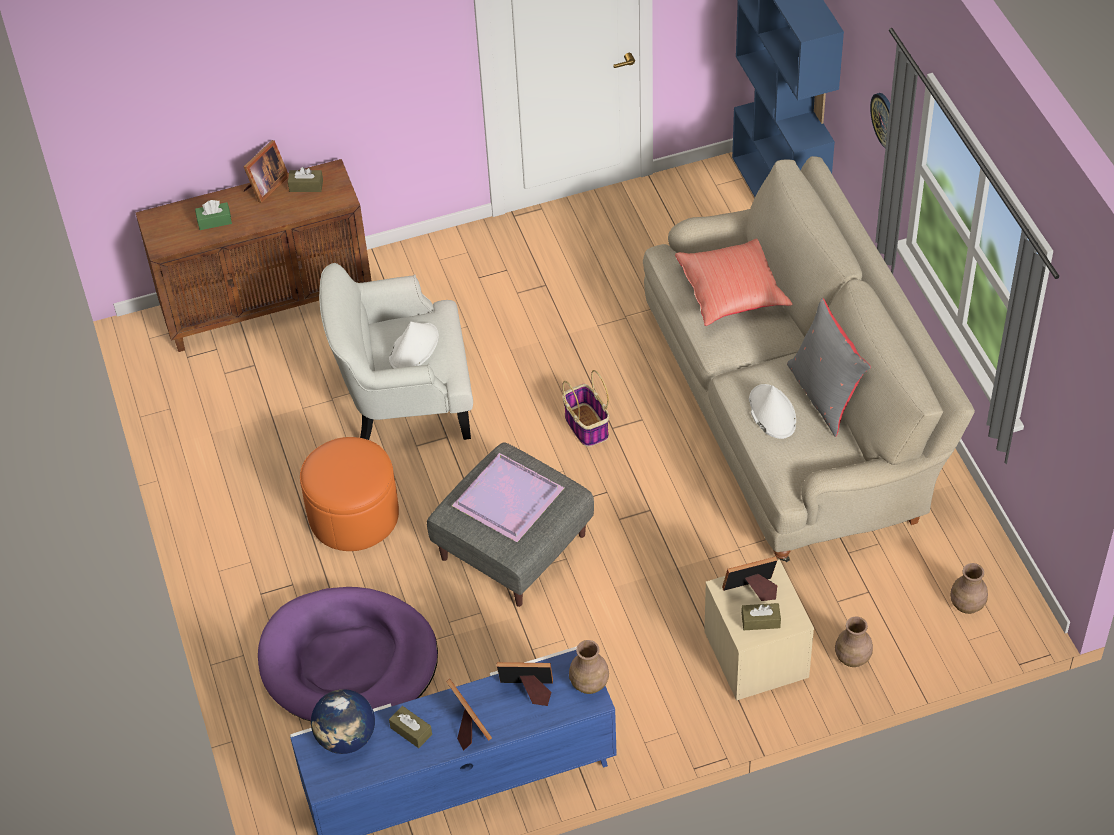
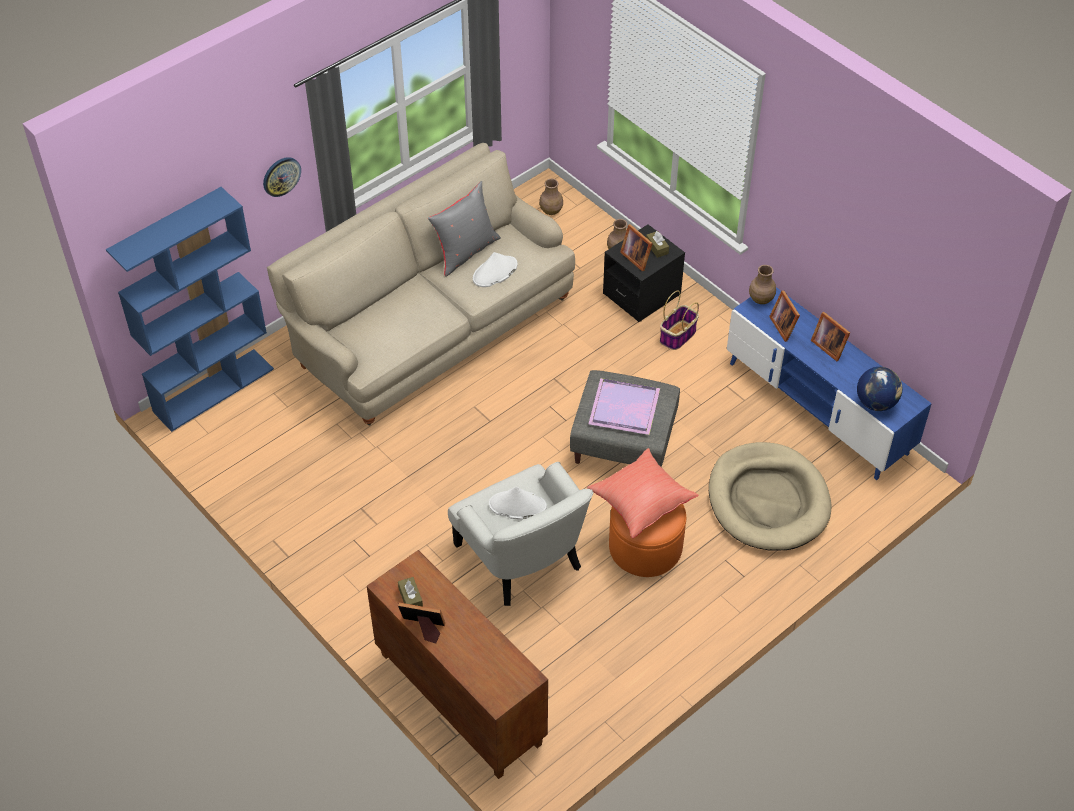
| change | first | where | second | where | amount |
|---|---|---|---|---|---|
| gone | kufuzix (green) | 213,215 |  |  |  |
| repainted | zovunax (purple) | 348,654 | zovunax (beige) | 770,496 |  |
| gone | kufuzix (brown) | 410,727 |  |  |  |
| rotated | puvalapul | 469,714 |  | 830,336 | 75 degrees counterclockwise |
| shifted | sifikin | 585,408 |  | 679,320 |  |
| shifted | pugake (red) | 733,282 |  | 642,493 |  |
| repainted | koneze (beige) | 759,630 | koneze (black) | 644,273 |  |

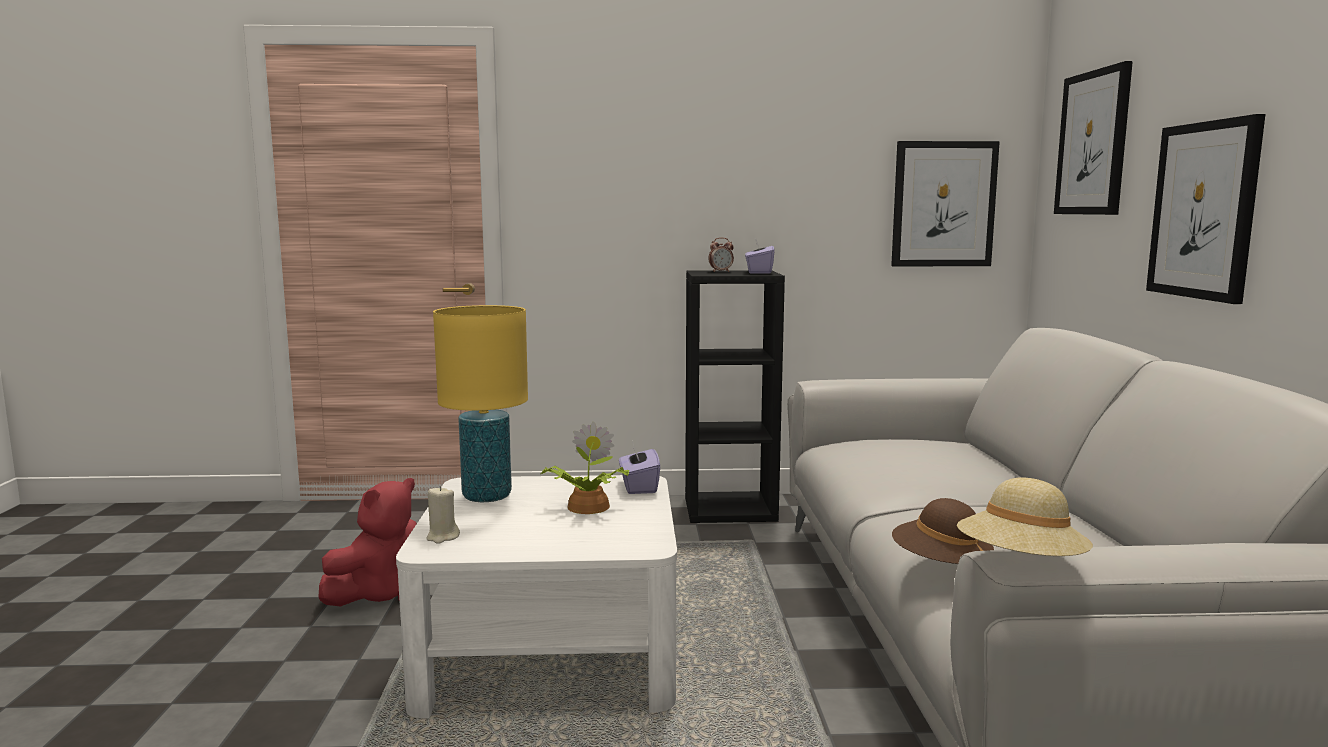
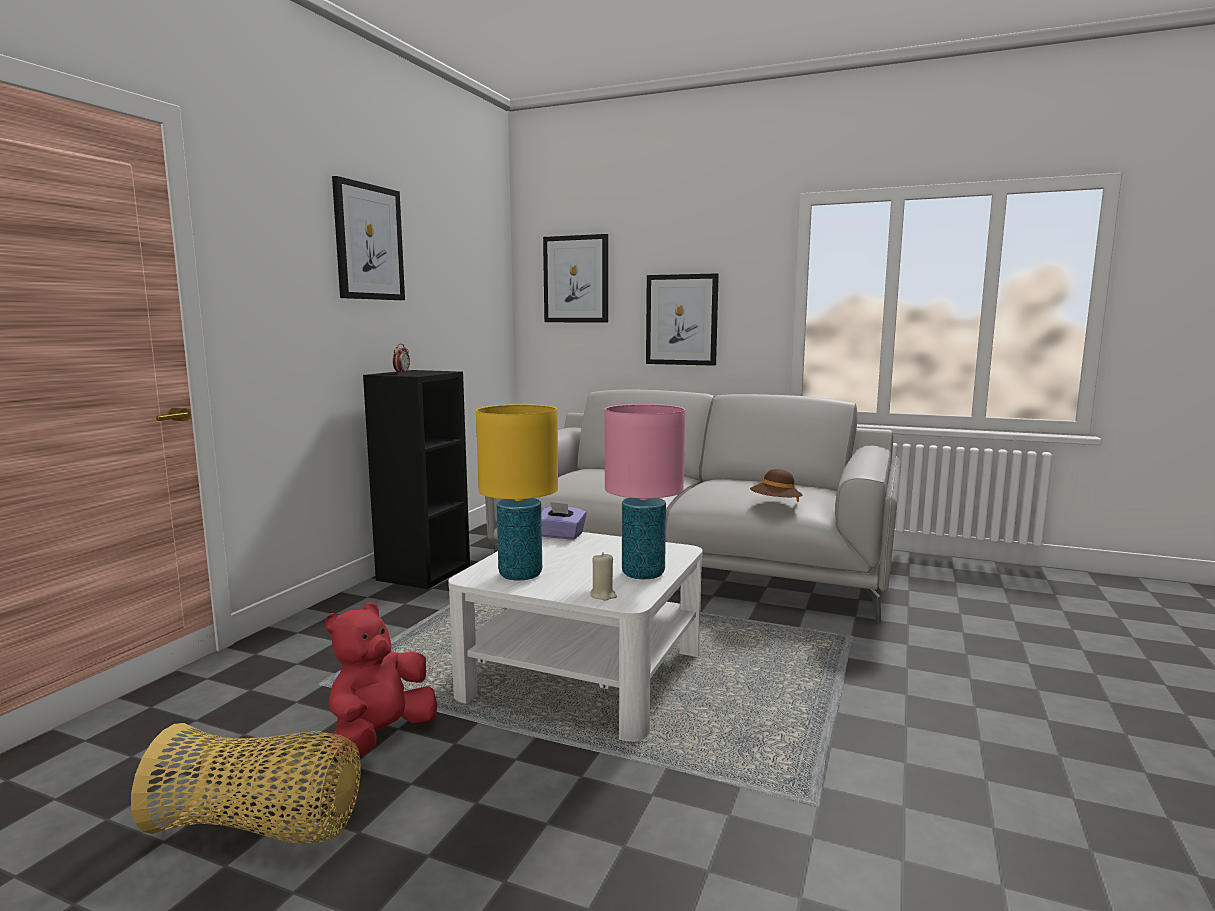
| change | first | where | second | where | amount |
|---|---|---|---|---|---|
| rotated | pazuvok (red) | 368,542 |  | 381,681 | 120 degrees counterclockwise |
| gone | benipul | 585,468 |  |  |  |
| gone | kufuzix (purple) | 760,256 |  |  |  |
| shifted | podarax | 945,203 |  | 368,238 |  |
| gone | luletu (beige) | 1025,516 |  |  |  |
| new |  |  | sifikin | 246,783 |  |
| new |  |  | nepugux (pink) | 644,491 |  |

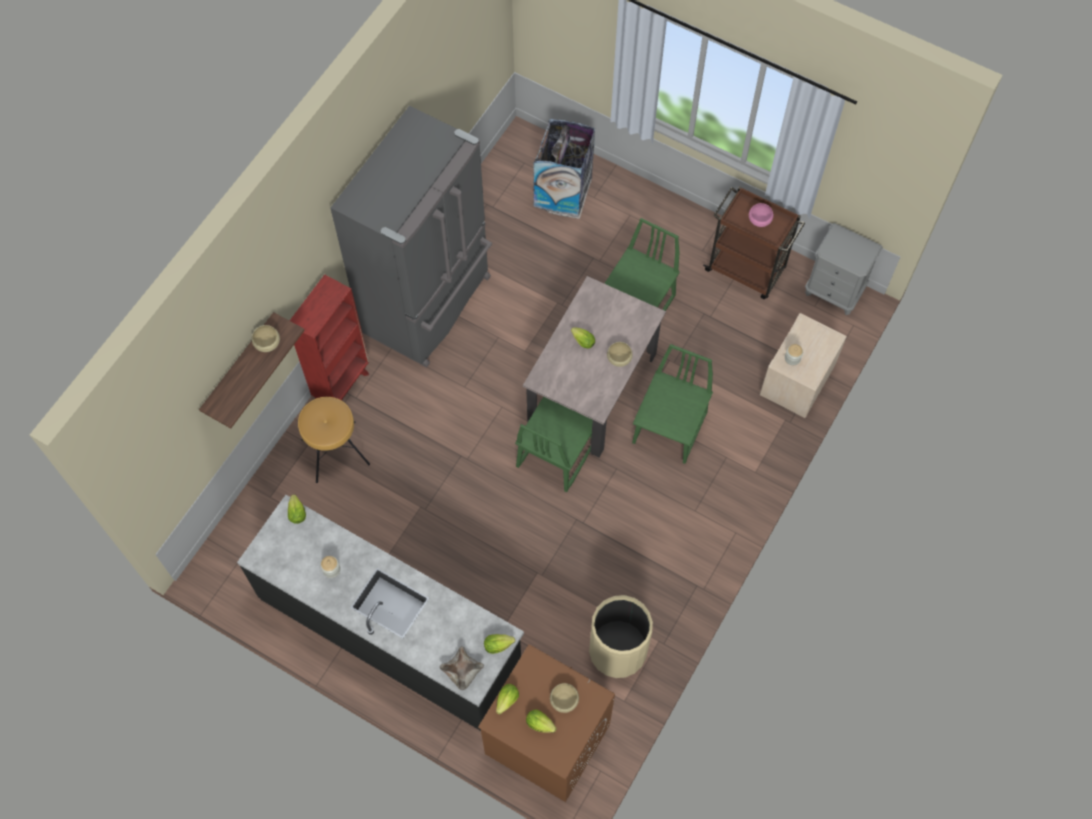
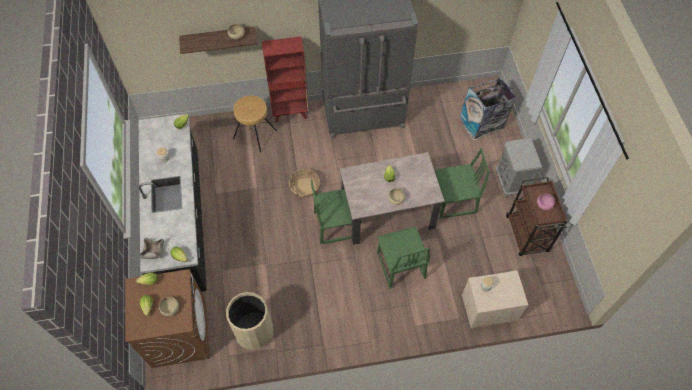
| change | first | where | second | where | amount |
|---|---|---|---|---|---|
| rotated | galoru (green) | 672,404 |  | 403,257 | 90 degrees clockwise |
| shifted | koneze (grey) | 844,269 |  | 519,168 |  |
| new |  |  | sifikin | 304,183 |  |

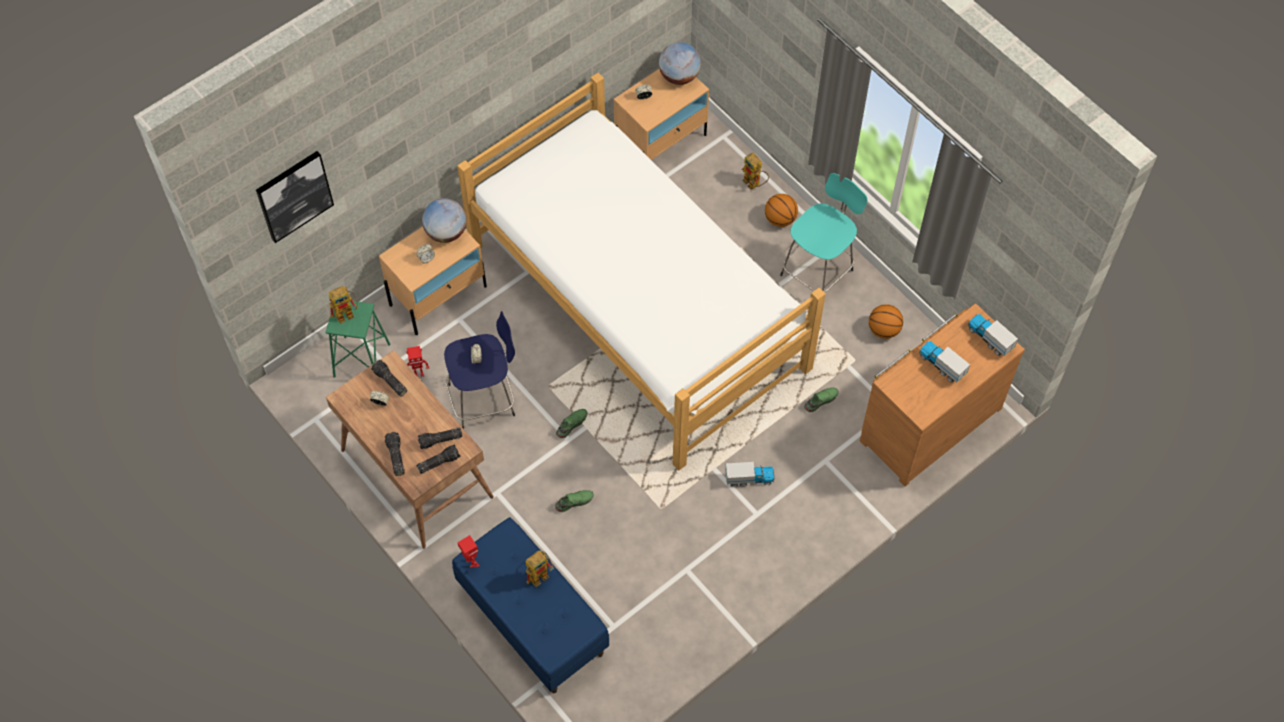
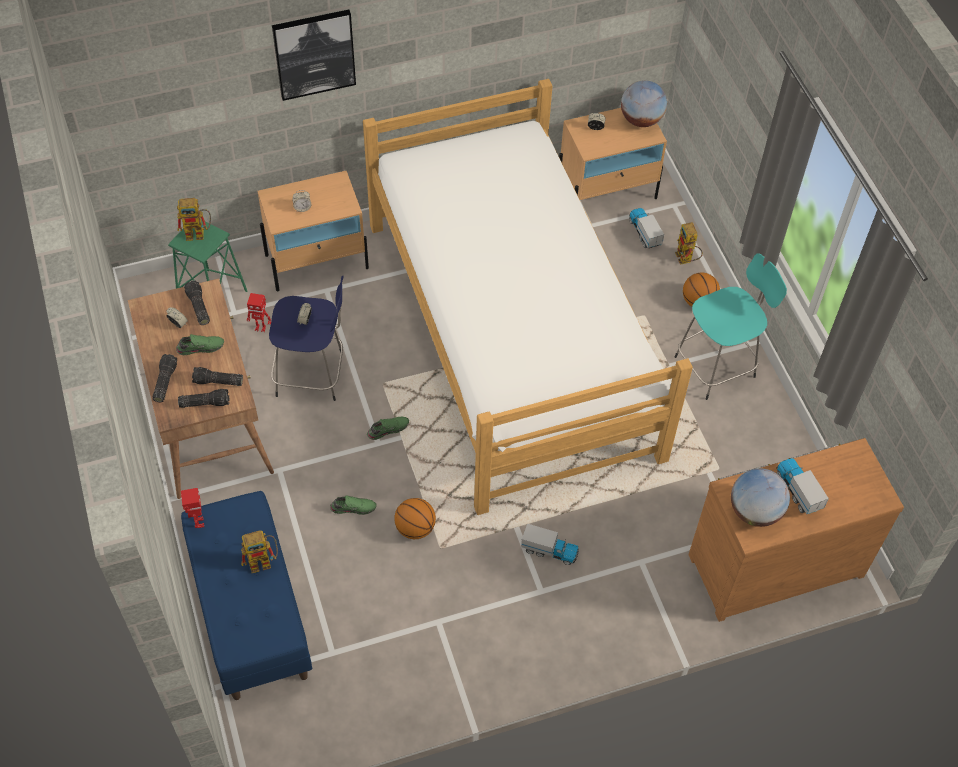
| change | first | where | second | where | amount |
|---|---|---|---|---|---|
| shifted | podarax | 295,197 |  | 314,55 |  |
| shifted | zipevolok | 444,220 |  | 760,497 |  |
| shifted | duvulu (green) | 821,400 |  | 200,344 |  |
| shifted | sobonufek | 886,321 |  | 415,518 |  |
| shifted | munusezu | 993,335 |  | 646,228 |  |

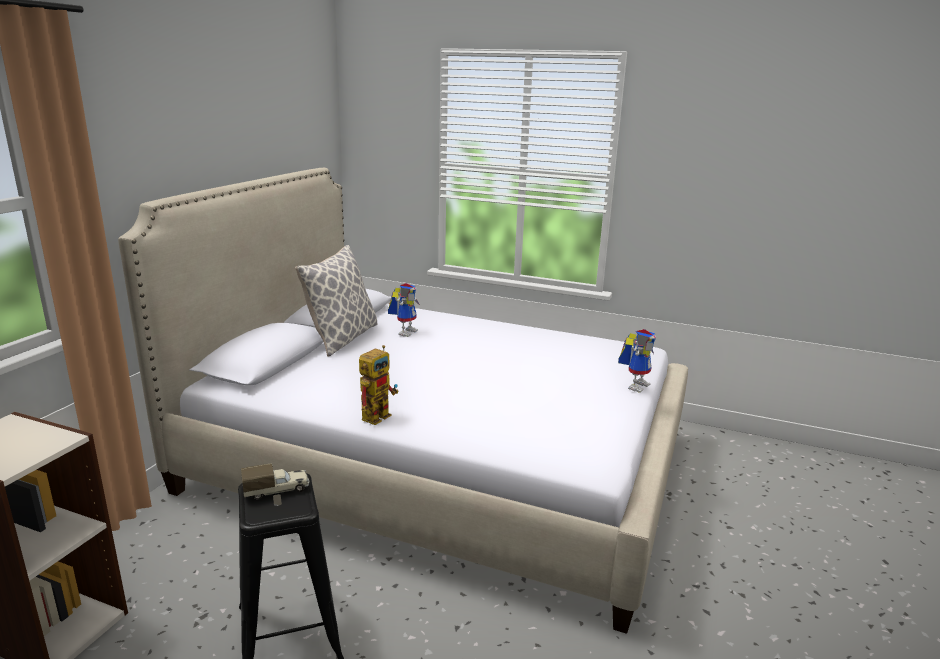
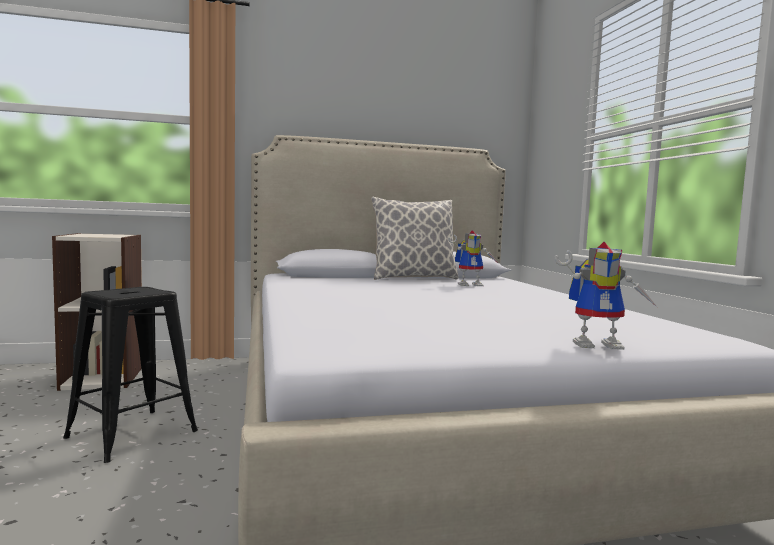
| change | first | where | second | where | amount |
|---|---|---|---|---|---|
| gone | munusezu | 275,482 |  |  |  |
| gone | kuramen | 379,385 |  |  |  |

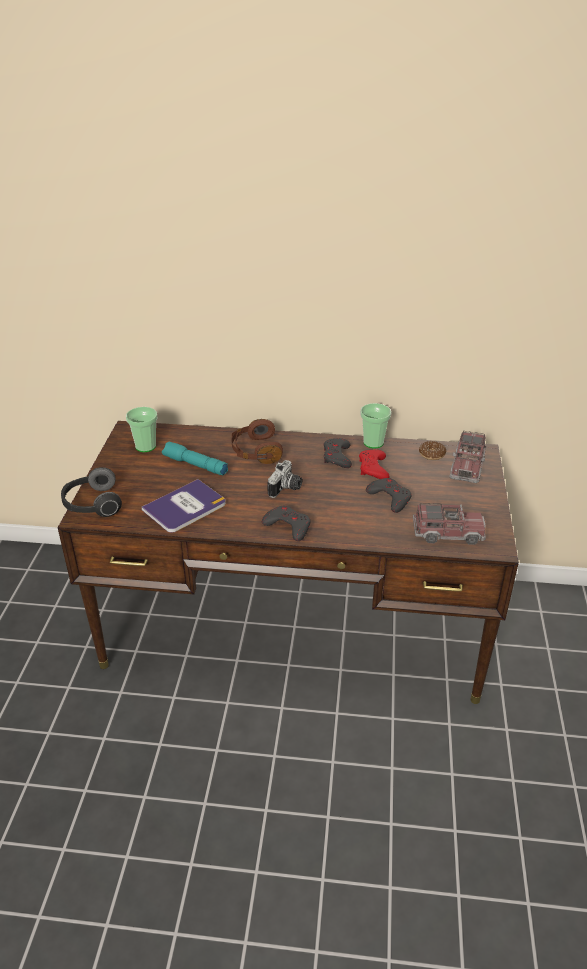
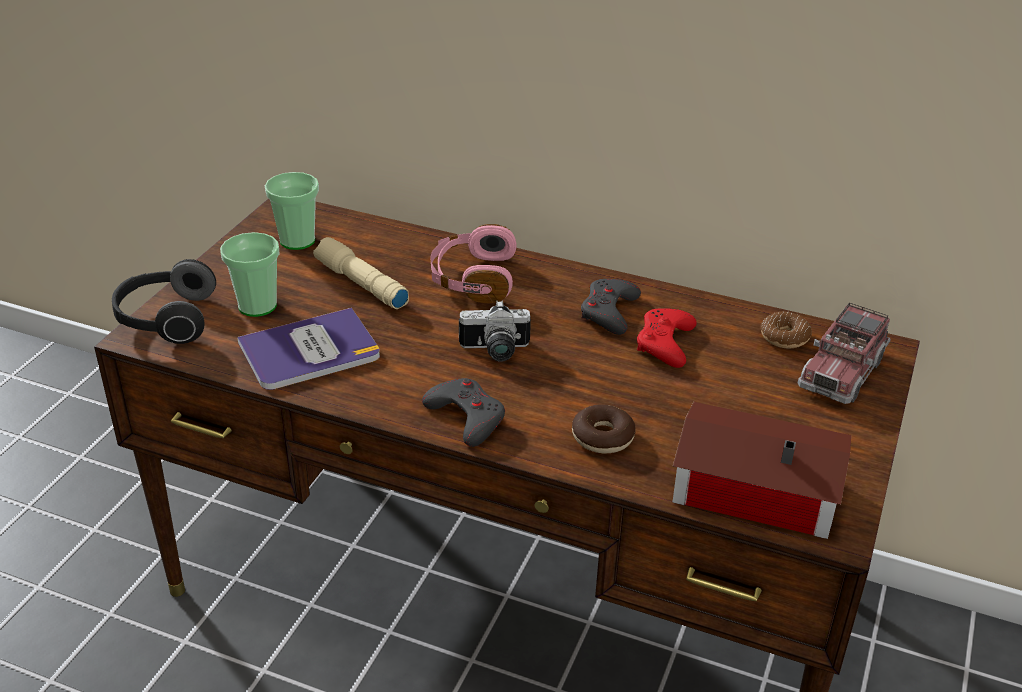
| change | first | where | second | where | amount |
|---|---|---|---|---|---|
| repainted | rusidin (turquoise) | 195,458 | rusidin (beige) | 361,273 |  |
| repainted | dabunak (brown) | 257,441 | dabunak (pink) | 473,263 |  |
| rotated | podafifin | 284,479 |  | 495,331 | 45 degrees clockwise |
| shifted | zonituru | 376,425 |  | 250,274 |  |
| gone | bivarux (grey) | 389,495 |  |  |  |
| swapped | munusezu | 449,524 | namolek | 761,470 |  |
| new |  |  | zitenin | 603,428 |  |

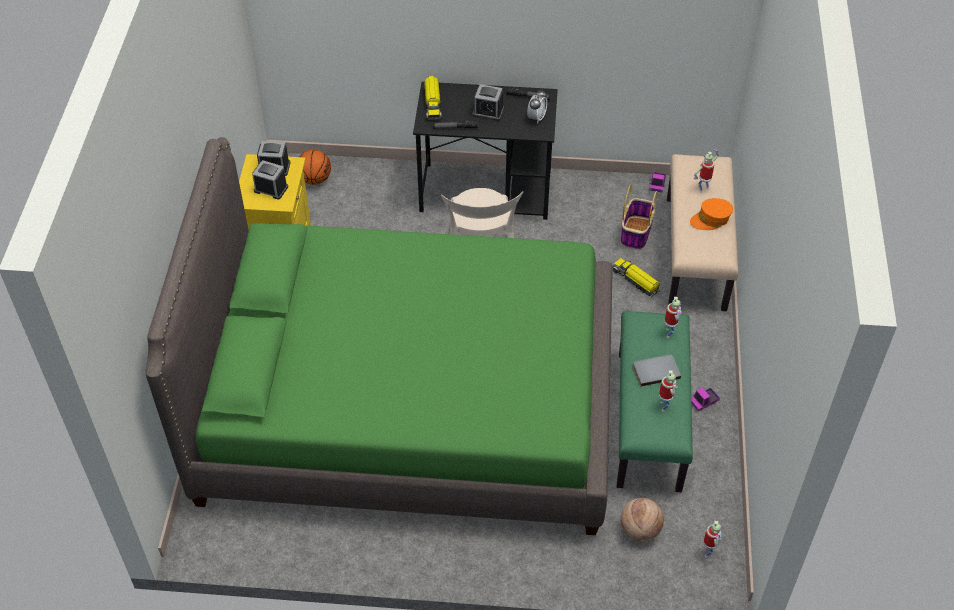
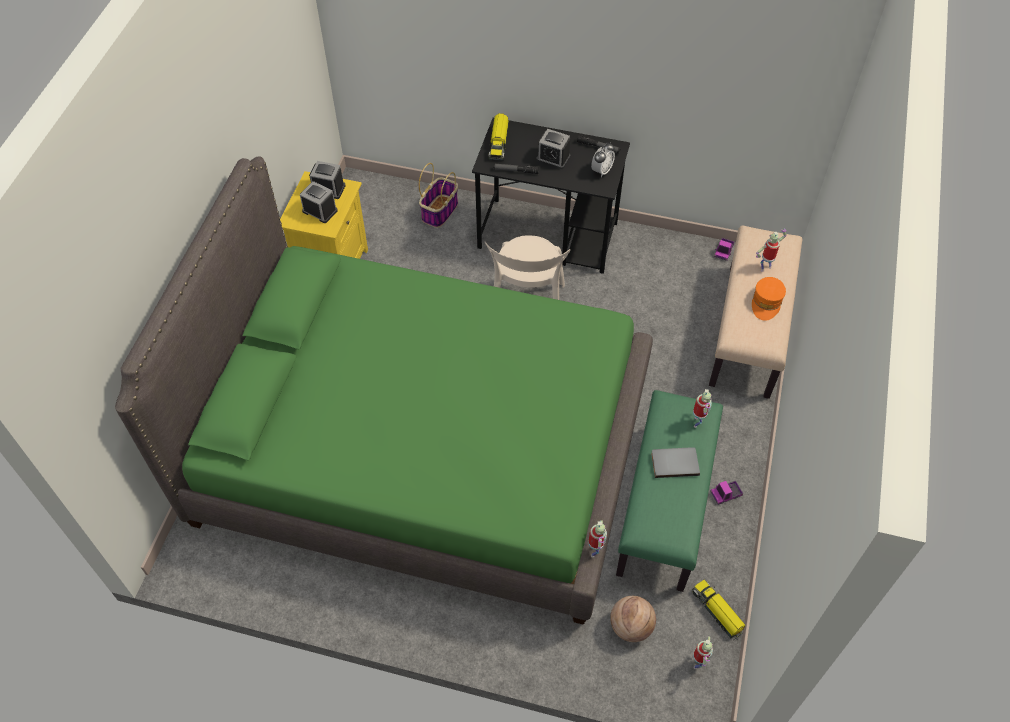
| change | first | where | second | where | amount |
|---|---|---|---|---|---|
| gone | sobonufek | 315,167 |  |  |  |
| shifted | munusezu | 636,277 |  | 719,610 |  |
| shifted | sifikin | 639,217 |  | 438,195 |  |
| shifted | kuramen | 668,391 |  | 597,539 |  |
| rotated | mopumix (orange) | 711,214 |  | 769,299 | 60 degrees counterclockwise |

